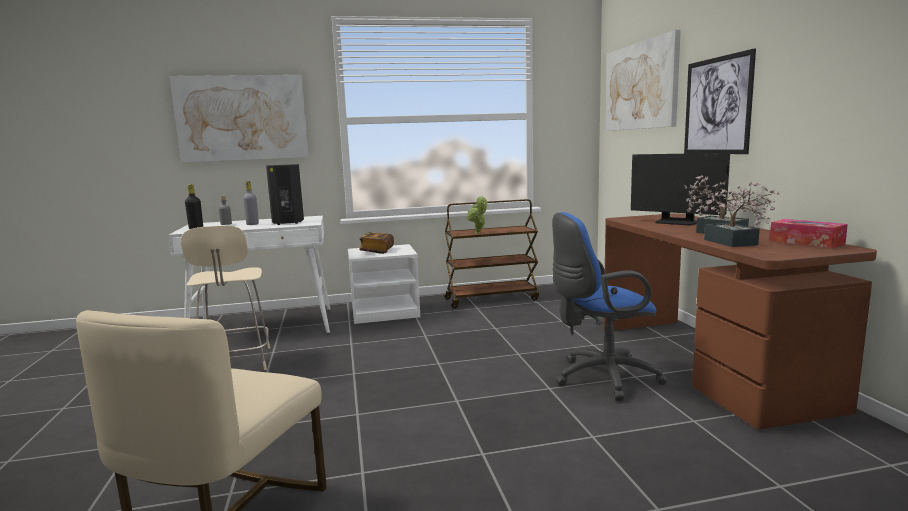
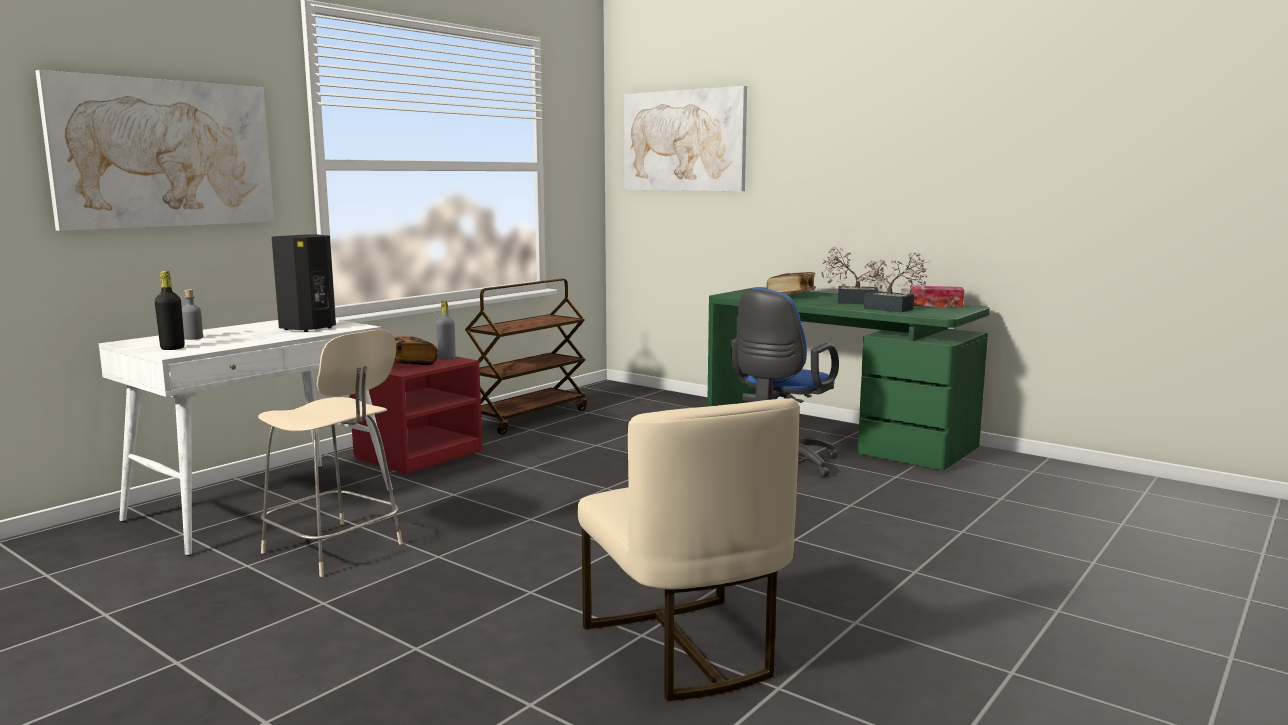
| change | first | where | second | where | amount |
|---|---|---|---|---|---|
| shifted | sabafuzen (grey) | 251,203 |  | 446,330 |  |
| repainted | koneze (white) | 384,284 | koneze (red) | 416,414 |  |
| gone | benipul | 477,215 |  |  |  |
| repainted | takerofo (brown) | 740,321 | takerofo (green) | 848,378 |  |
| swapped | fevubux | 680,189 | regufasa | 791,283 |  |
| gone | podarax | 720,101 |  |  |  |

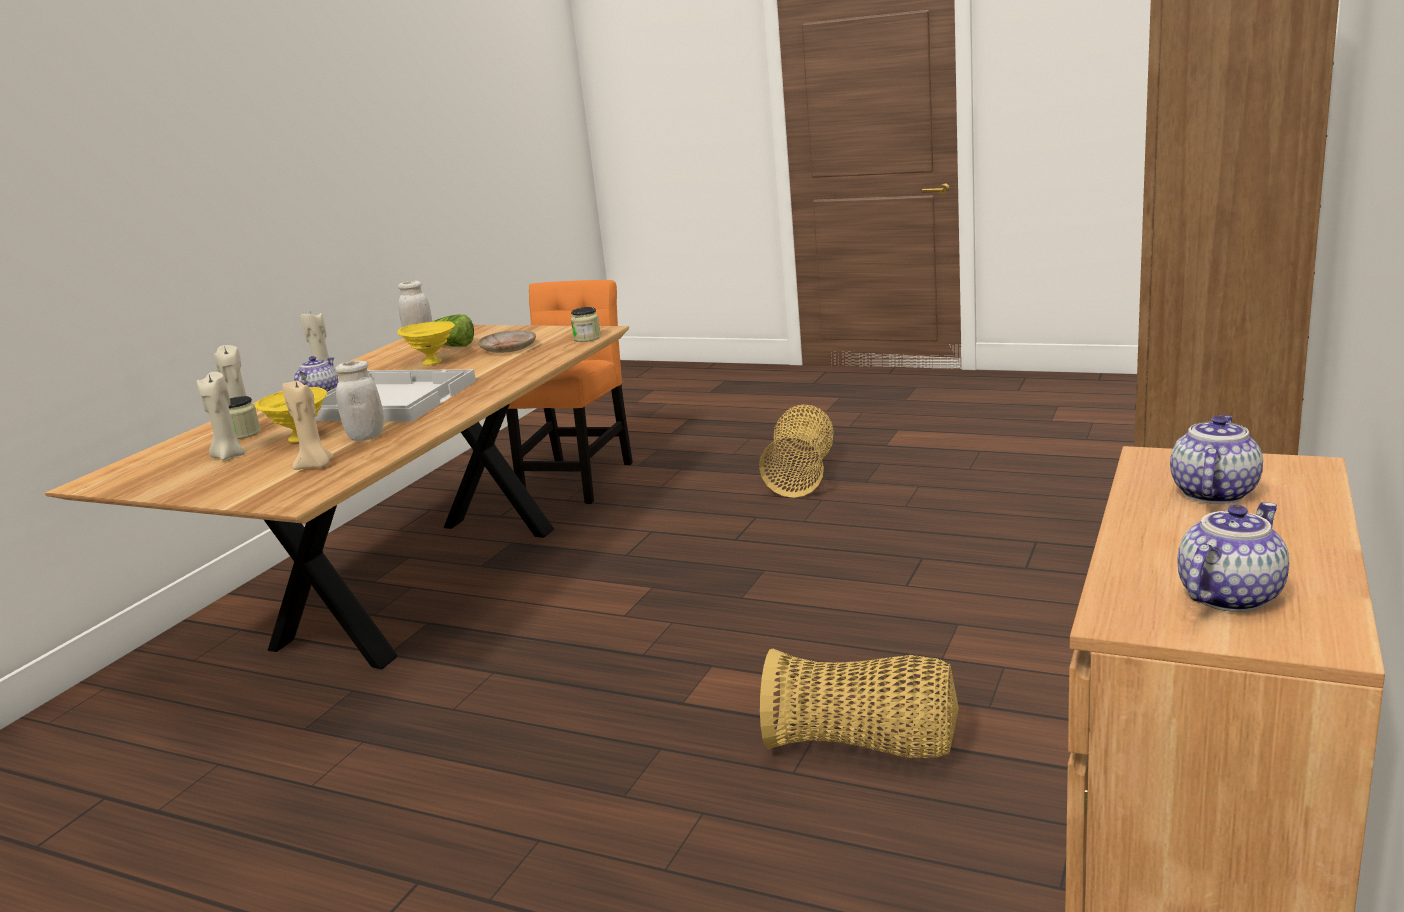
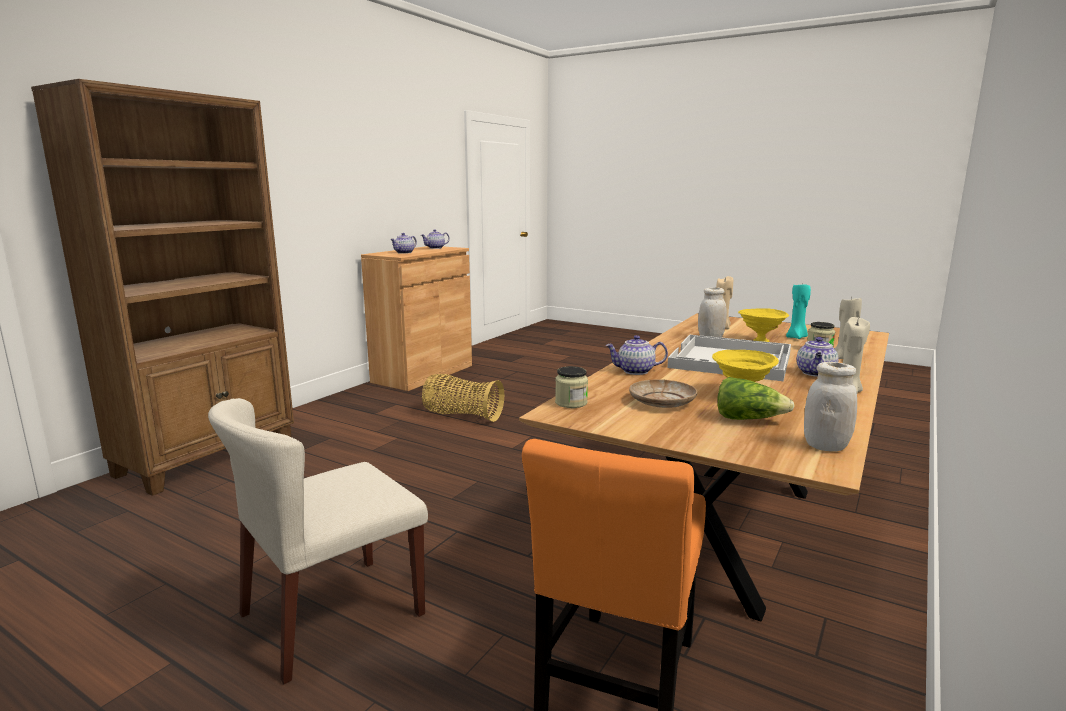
| change | first | where | second | where | amount |
|---|---|---|---|---|---|
| repainted | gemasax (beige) | 221,416 | gemasax (turquoise) | 798,310 |  |
| swapped | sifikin | 796,451 | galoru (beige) | 318,541 |  |
| new |  |  | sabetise | 636,355 |  |

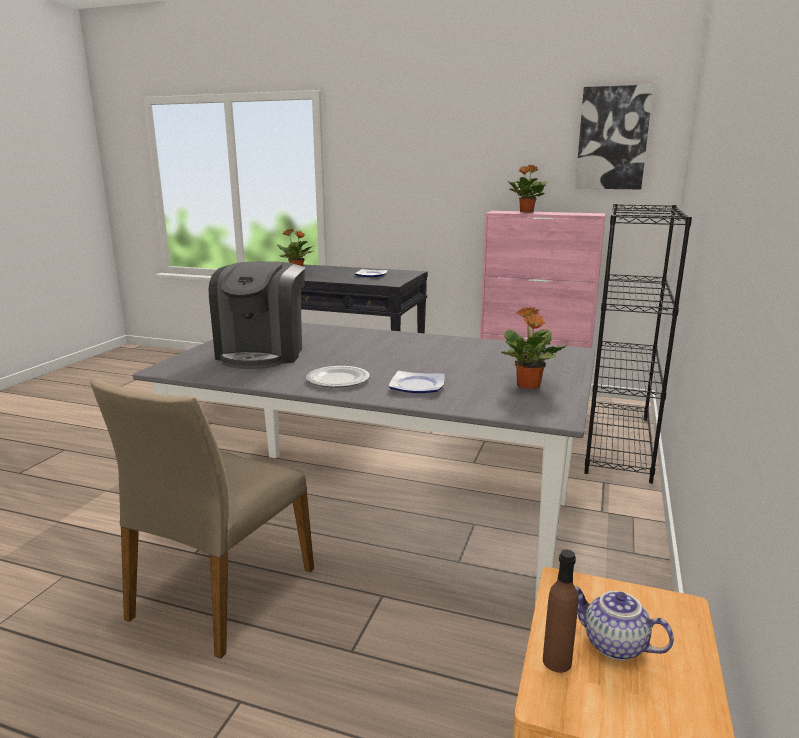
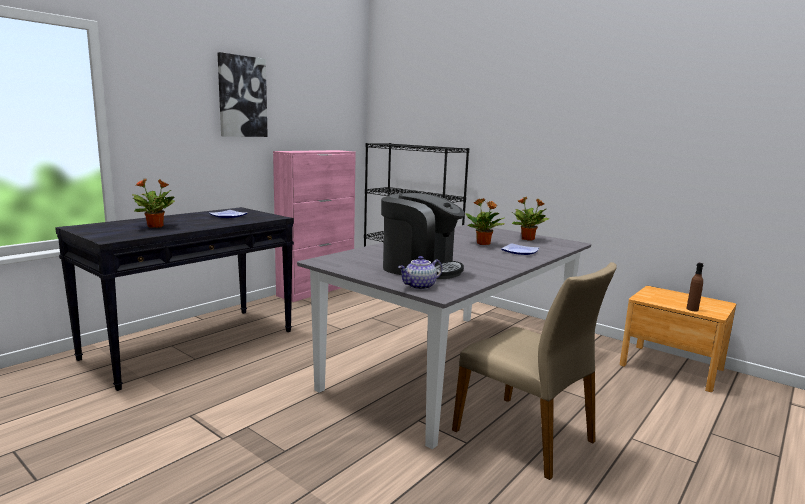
| change | first | where | second | where | amount |
|---|---|---|---|---|---|
| gone | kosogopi | 338,376 |  |  |  |
| shifted | benipul | 527,189 |  | 485,221 |  |
| shifted | podarax | 614,136 |  | 243,94 |  |
| shifted | sabetise | 624,623 |  | 420,273 |  |

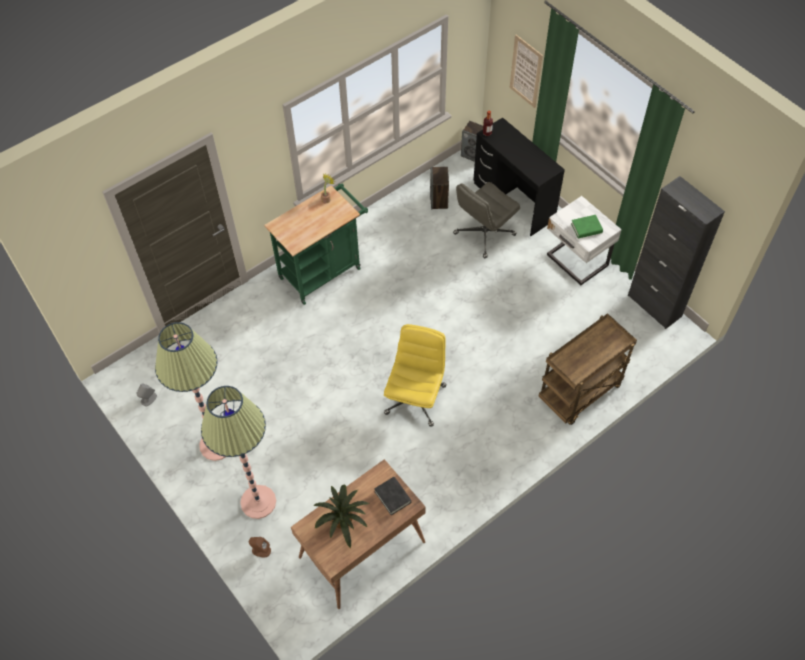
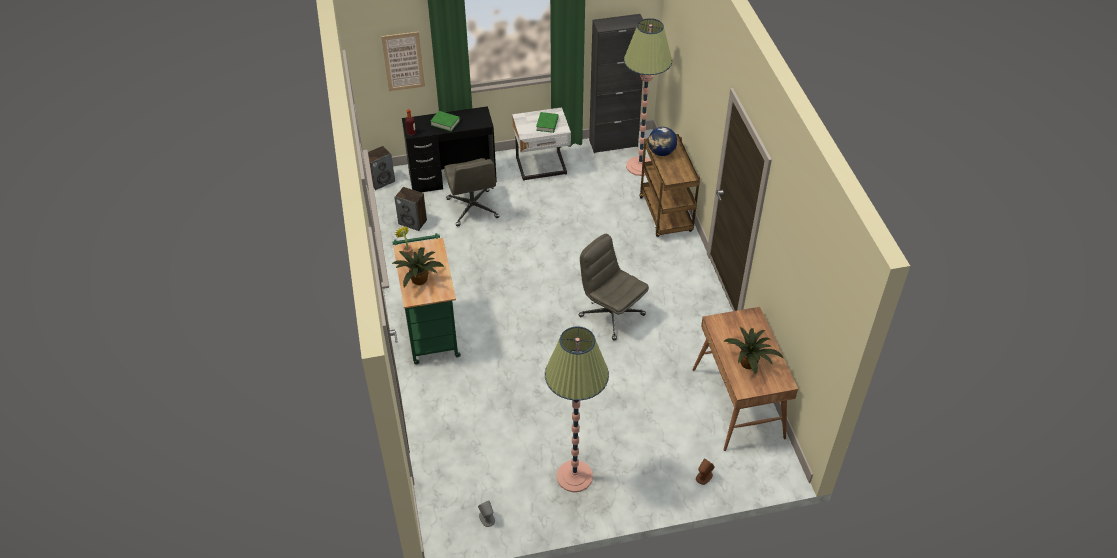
| change | first | where | second | where | amount |
|---|---|---|---|---|---|
| shifted | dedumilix | 238,452 |  | 648,97 |  |
| gone | regufasa (black) | 393,496 |  |  |  |
| repainted | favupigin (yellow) | 415,375 | favupigin (grey) | 613,287 |  |
| new |  |  | benipul | 418,267 |  |
| new |  |  | regufasa (green) | 445,121 |  |
| new |  |  | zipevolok | 662,141 |  |

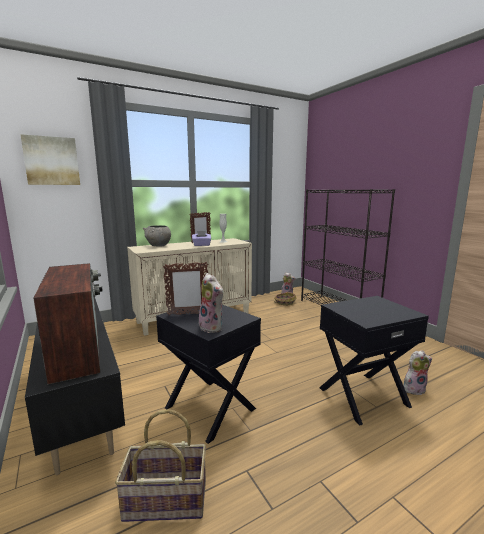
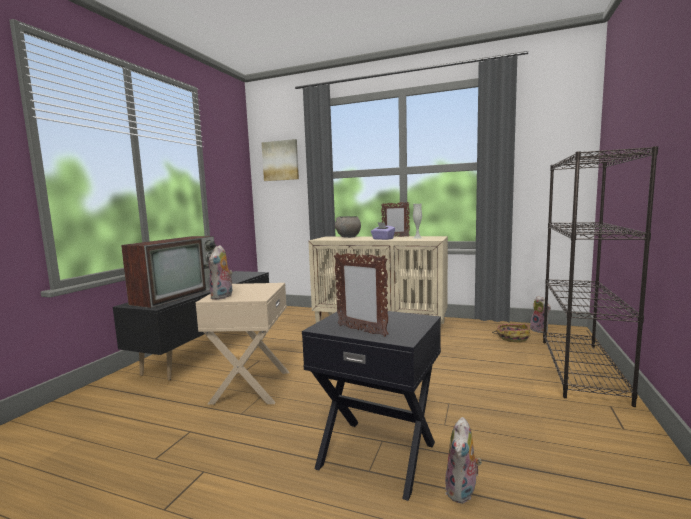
| change | first | where | second | where | amount |
|---|---|---|---|---|---|
| gone | sifikin | 160,465 |  |  |  |
| repainted | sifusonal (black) | 208,374 | sifusonal (beige) | 242,343 |  |
| shifted | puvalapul | 185,288 |  | 361,294 |  |
| rotated | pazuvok | 418,372 |  | 463,460 | 75 degrees clockwise |

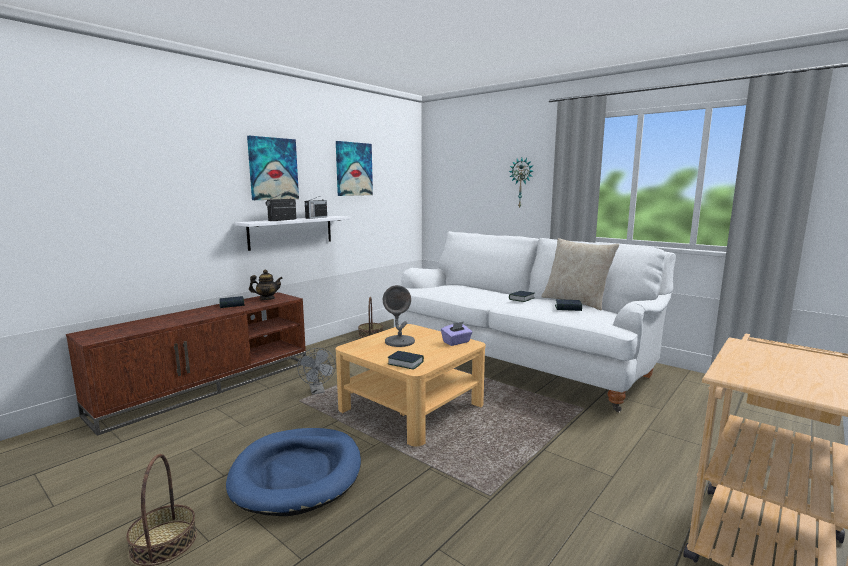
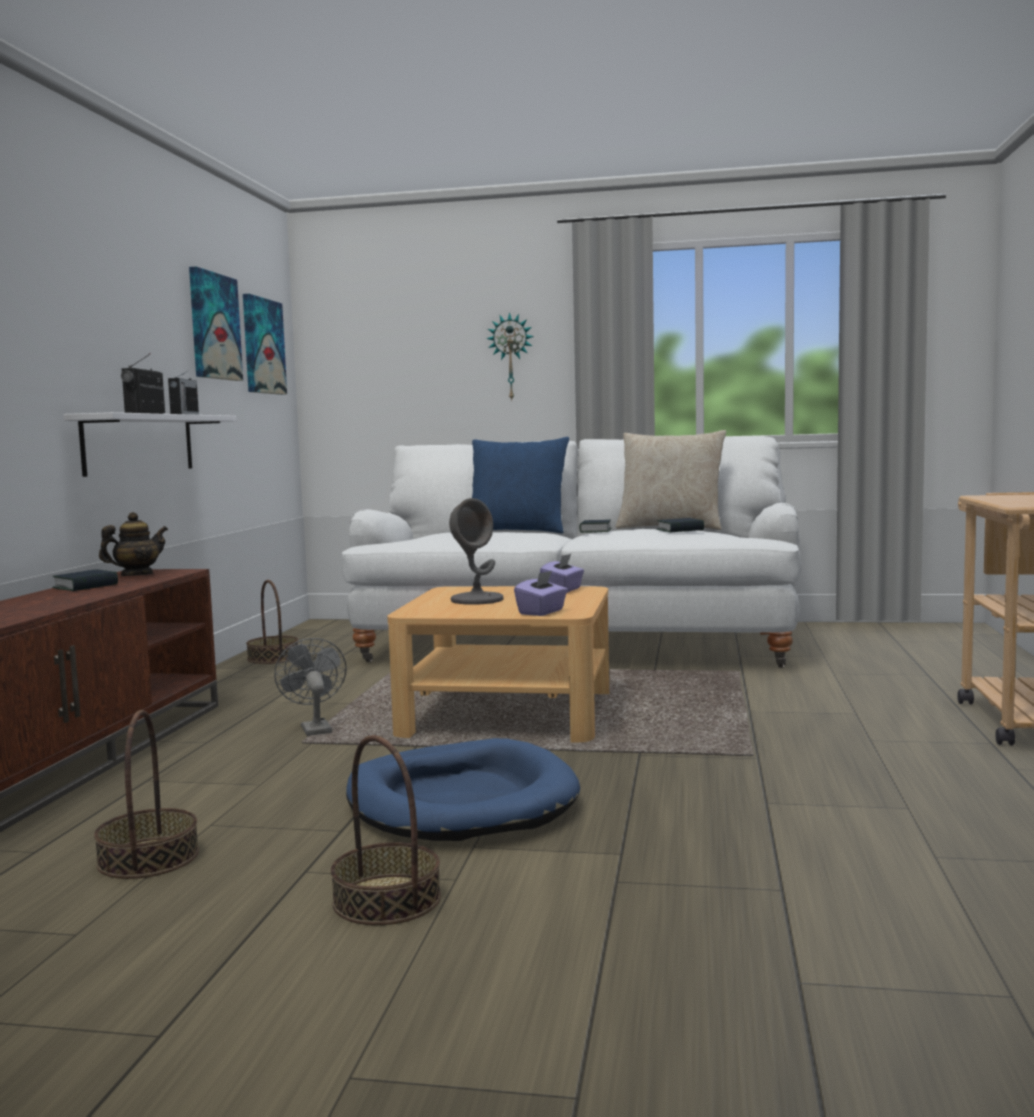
| change | first | where | second | where | amount |
|---|---|---|---|---|---|
| shifted | podarax | 273,168 |  | 265,344 |  |
| rotated | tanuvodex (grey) | 316,371 |  | 310,687 | 150 degrees counterclockwise |
| swapped | regufasa | 406,360 | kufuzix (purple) | 541,593 |  |
| new |  |  | sifikin | 146,794 |  |
| new |  |  | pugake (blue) | 520,485 |  |

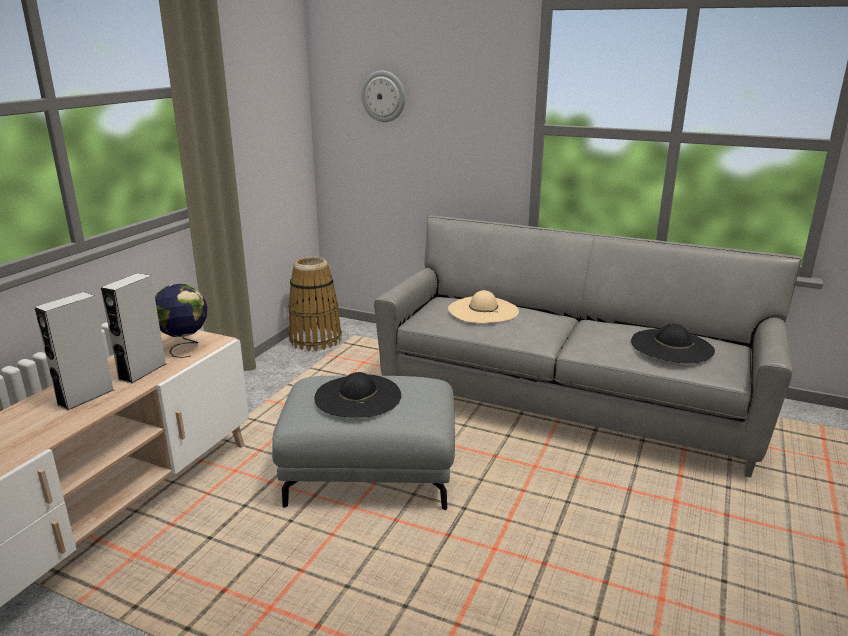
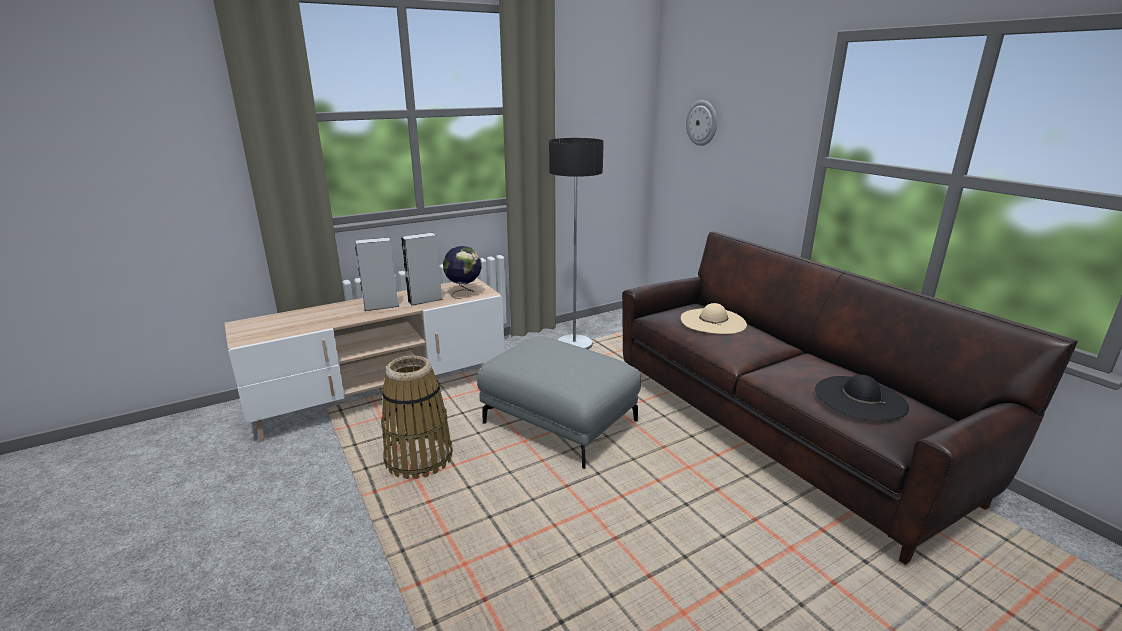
| change | first | where | second | where | amount |
|---|---|---|---|---|---|
| shifted | sifikin | 315,303 |  | 417,417 |  |
| gone | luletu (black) | 357,395 |  |  |  |
| repainted | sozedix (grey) | 588,346 | sozedix (brown) | 850,398 |  |
| new |  |  | dedumilix | 576,243 |  |

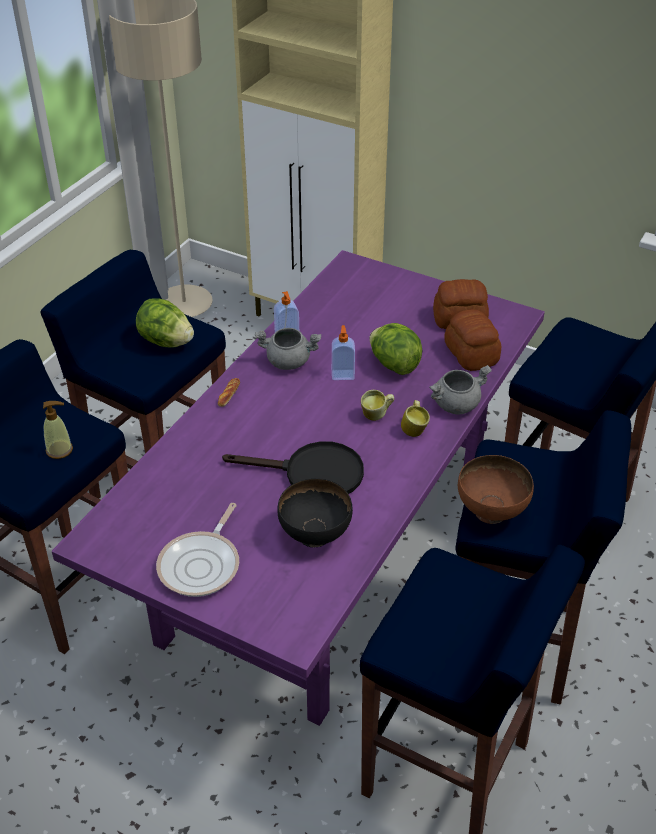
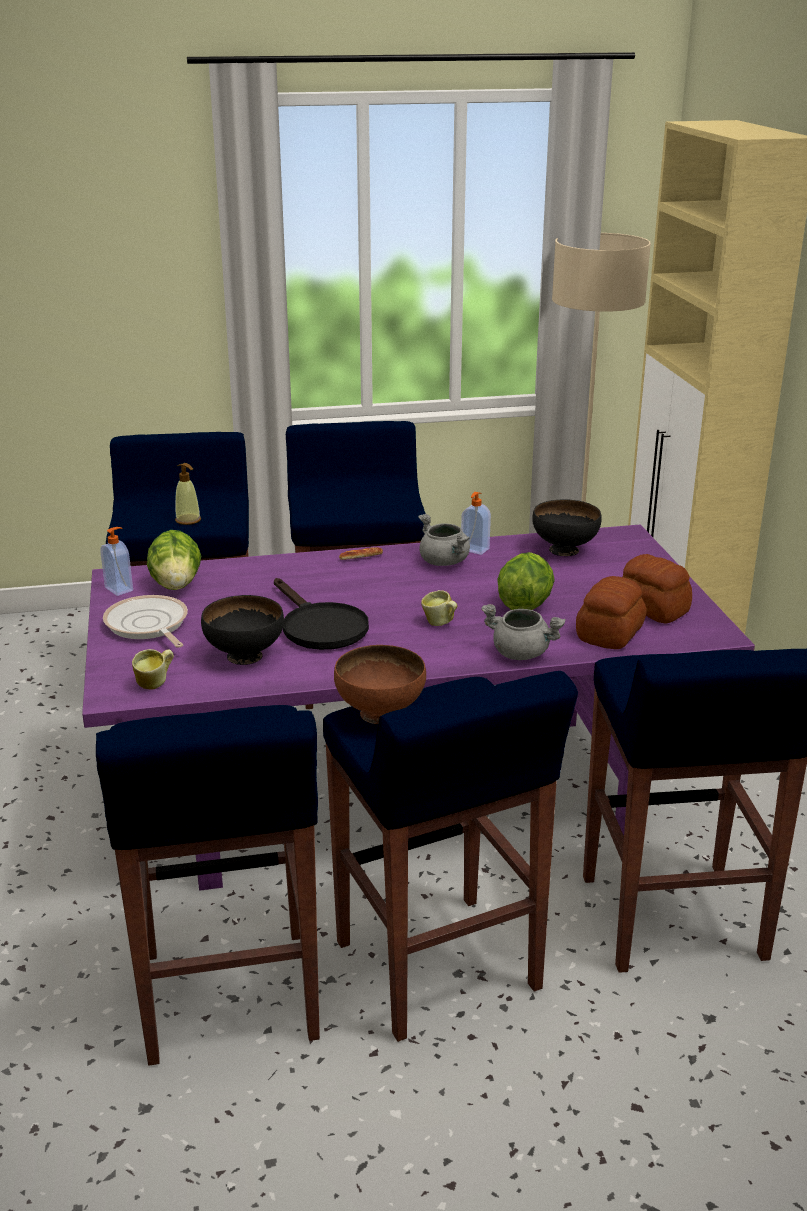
| change | first | where | second | where | amount |
|---|---|---|---|---|---|
| shifted | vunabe | 165,323 |  | 174,560 |  |
| rotated | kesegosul | 197,550 |  | 145,621 | 75 degrees clockwise |
| shifted | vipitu | 343,352 |  | 116,561 |  |
| shifted | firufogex | 415,418 |  | 153,669 |  |
| new |  |  | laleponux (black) | 567,527 |  |

